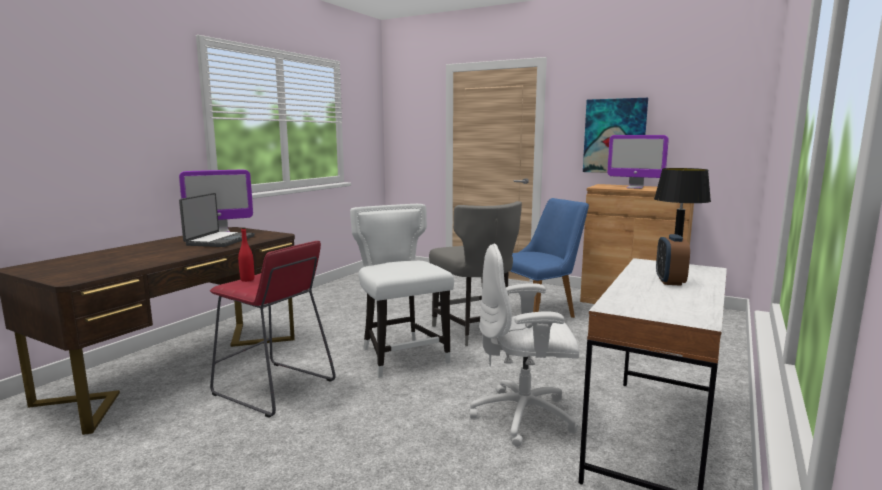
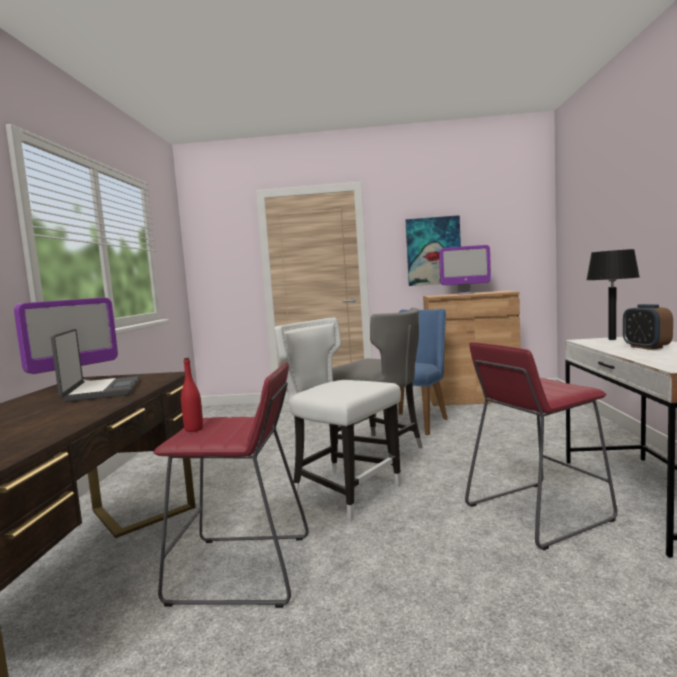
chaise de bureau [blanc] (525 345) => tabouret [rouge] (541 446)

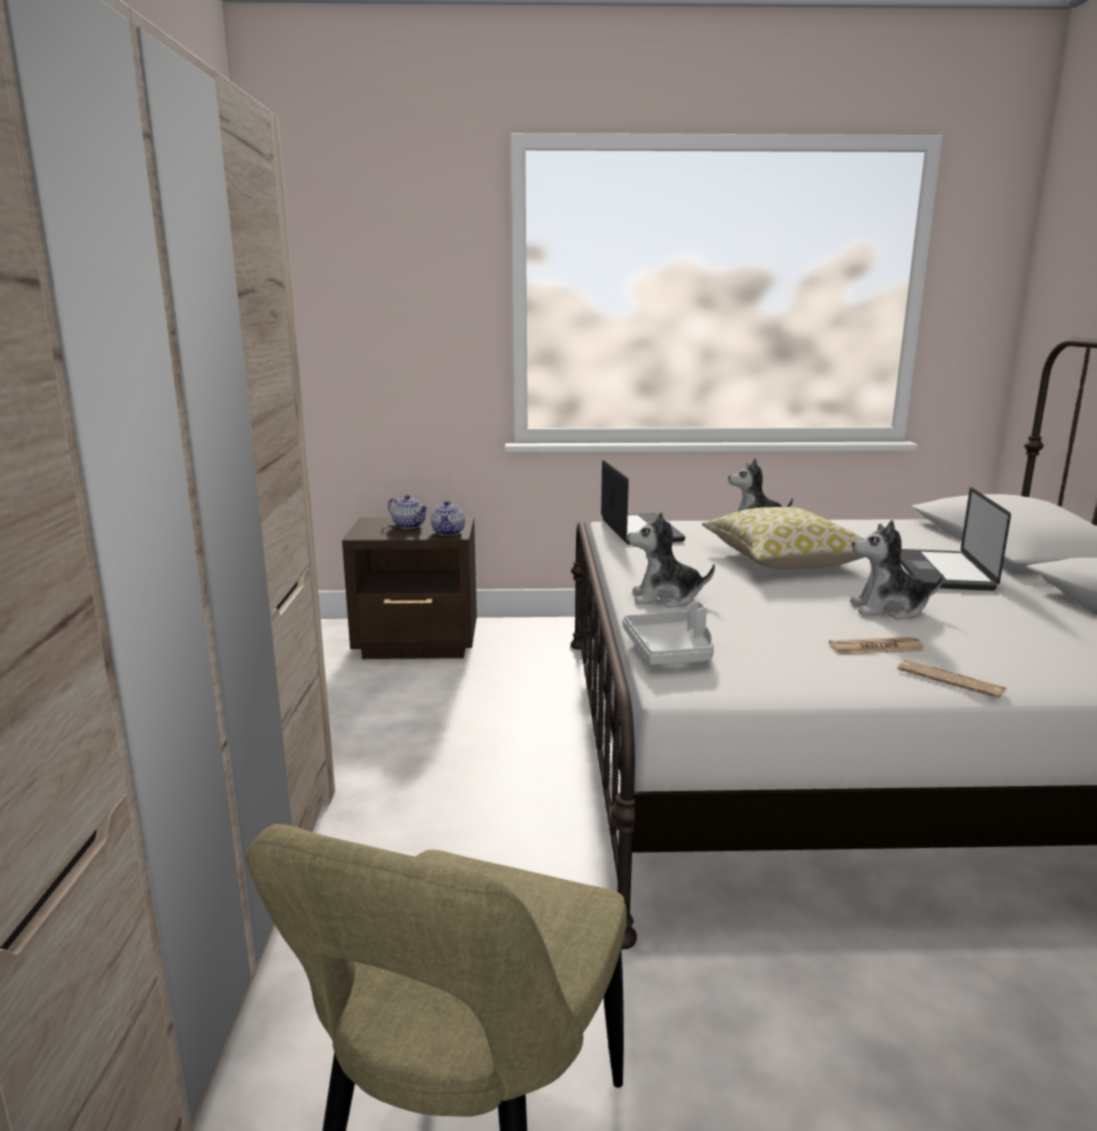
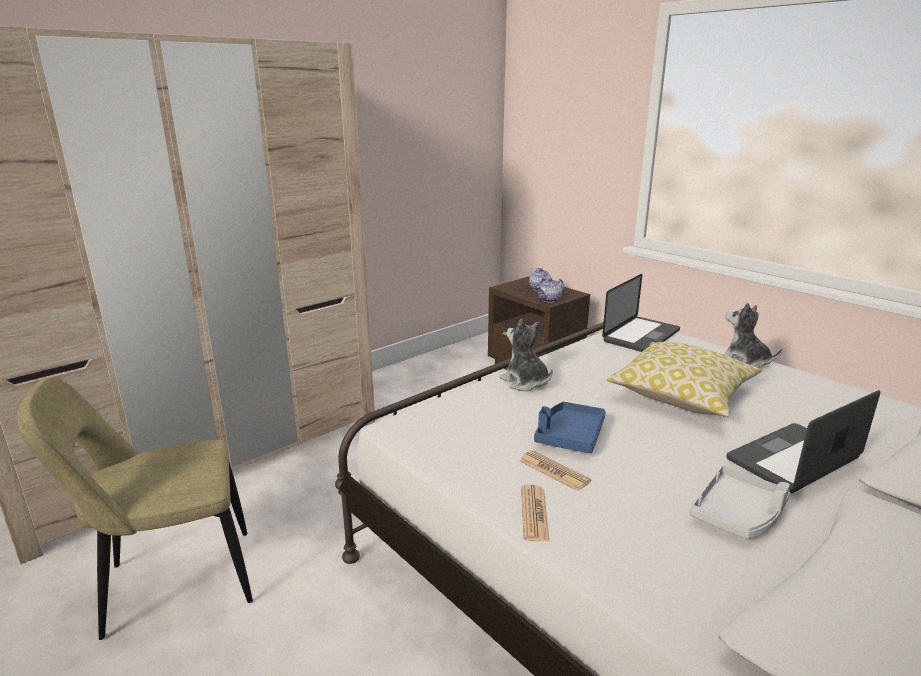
nothing => plateau [bleu] (570 427)
plateau [gris] (668 633) => plateau [gris] (740 502), relocated
peluche (897 570) => nothing

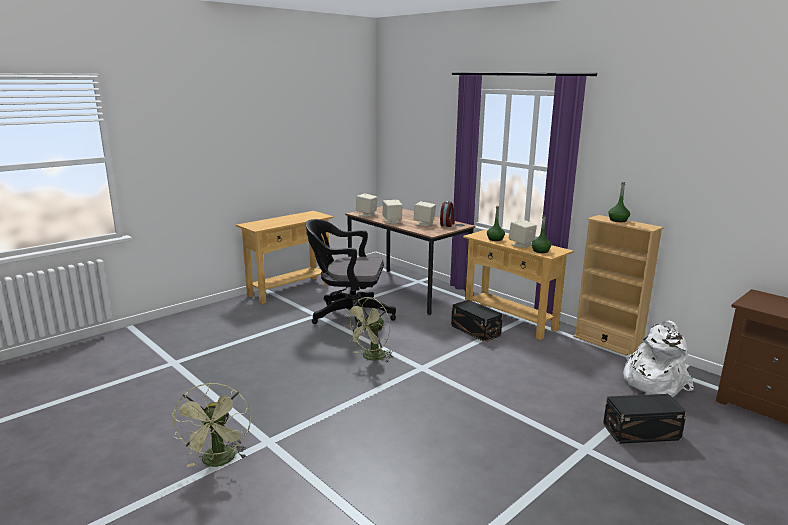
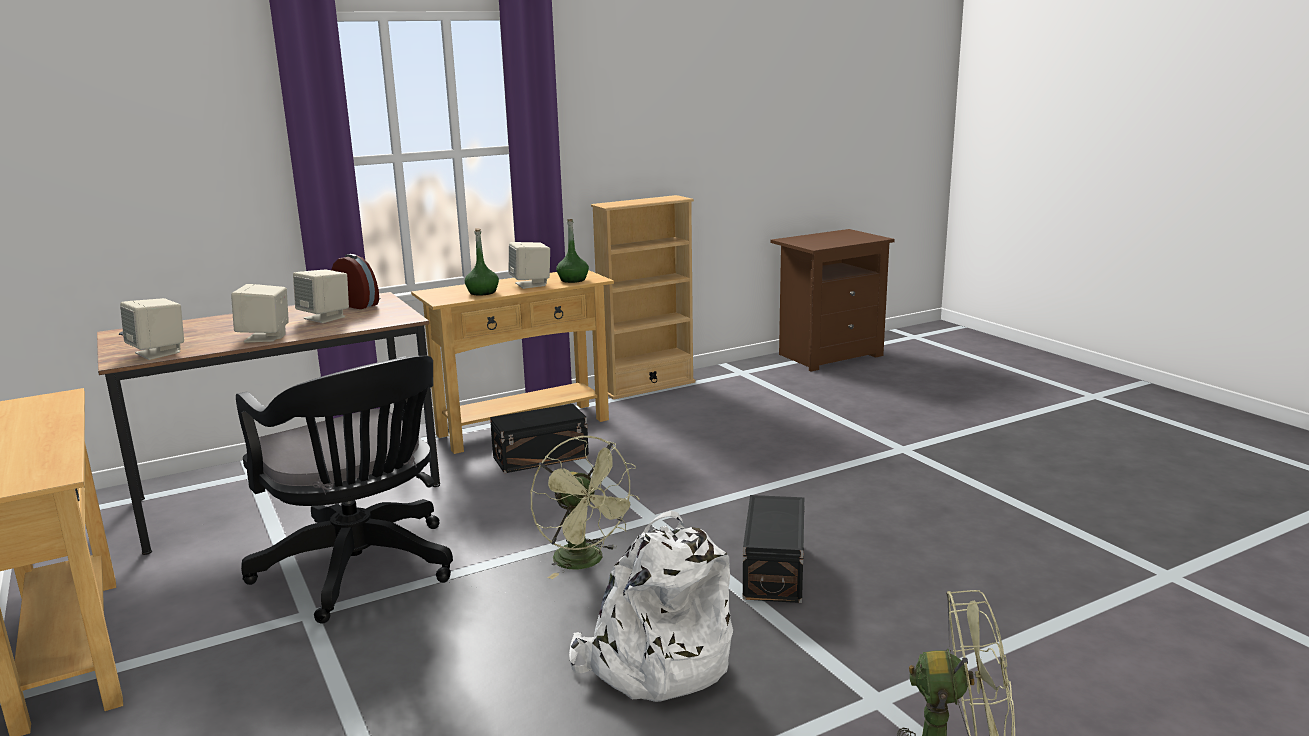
chaise de bureau [noir] (350 276) => chaise de bureau [noir] (344 489), 60 degrees counterclockwise
sac à dos [blanc] (658 359) => sac à dos [blanc] (651 606), relocated
boîte de rangement [noir] (645 419) => boîte de rangement [noir] (773 549), relocated
bouteille [vert] (619 202) => nothing

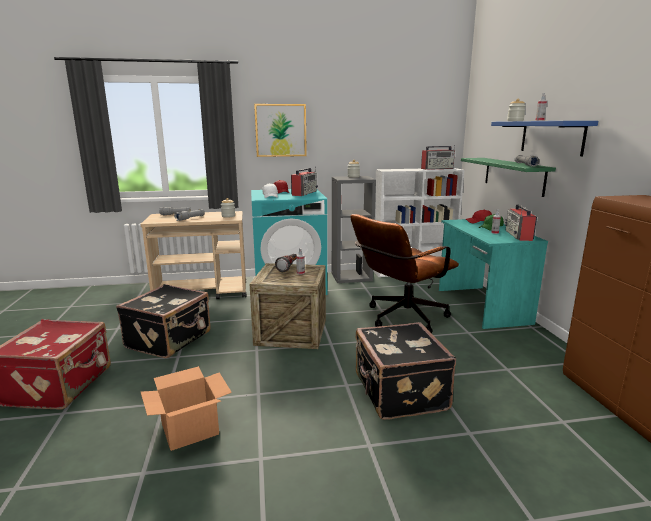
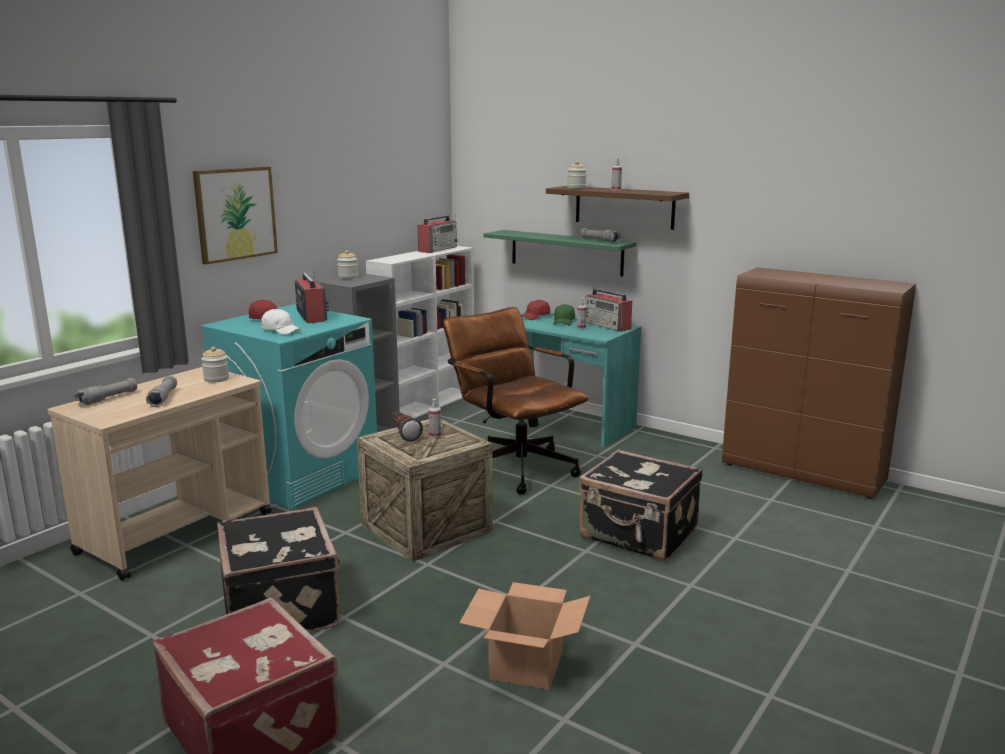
chaise de bureau [marron] (404 273) => chaise de bureau [marron] (515 400), 135 degrees clockwise
étagère [bleu] (544 138) => étagère [marron] (617 208)

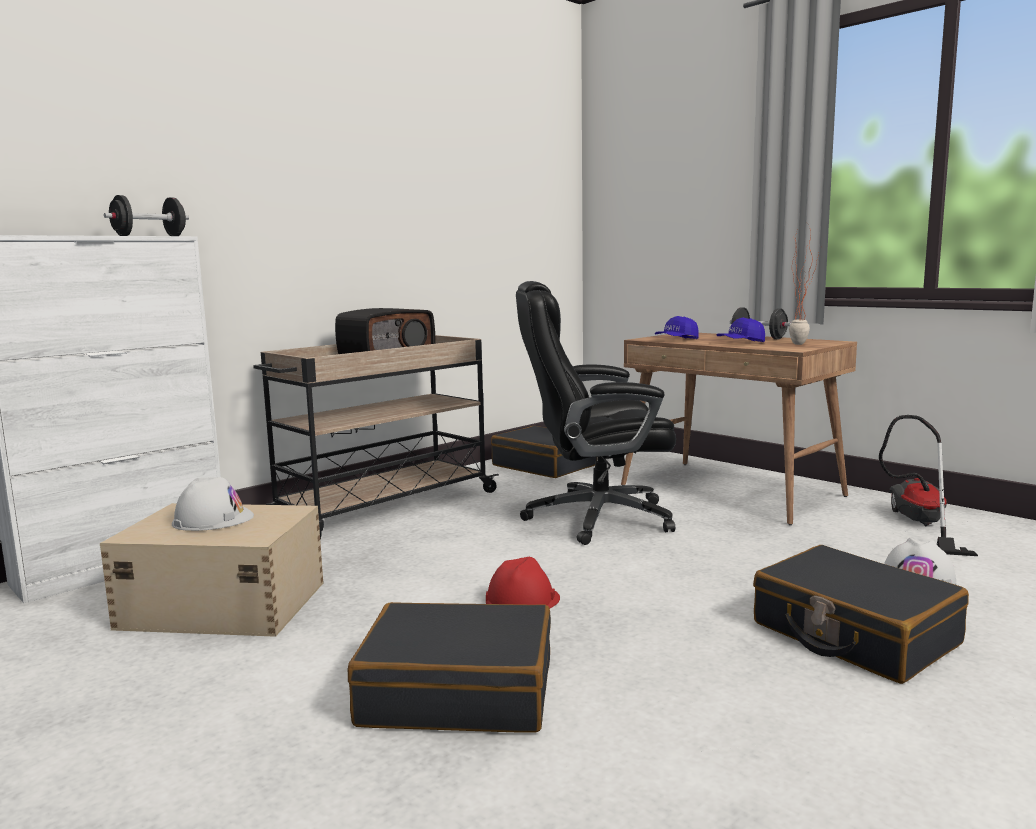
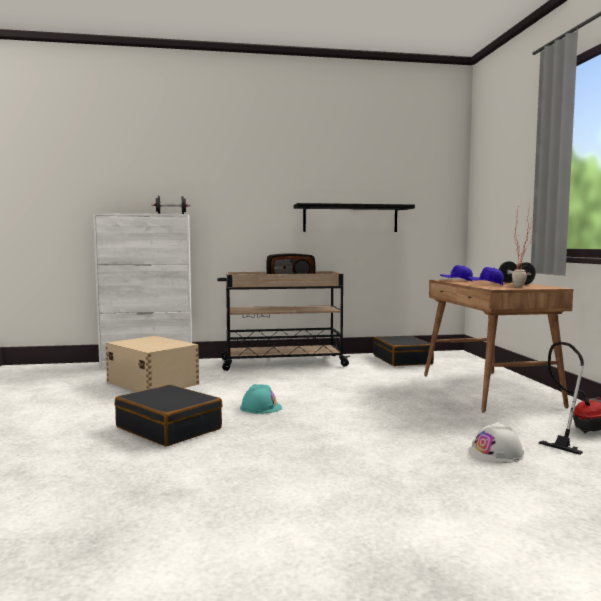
casque de chantier [rouge] (523 582) => casque de chantier [turquoise] (261 399)
nothing => étagère [noir] (354 217)
casque de chantier [blanc] (213 504) => nothing
chaise de bureau [noir] (596 413) => nothing
valise [noir] (861 614) => nothing

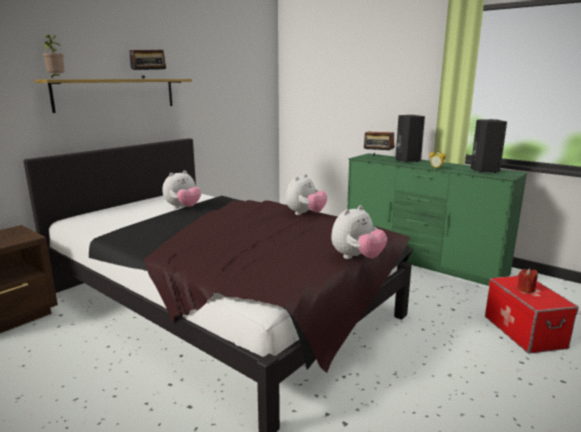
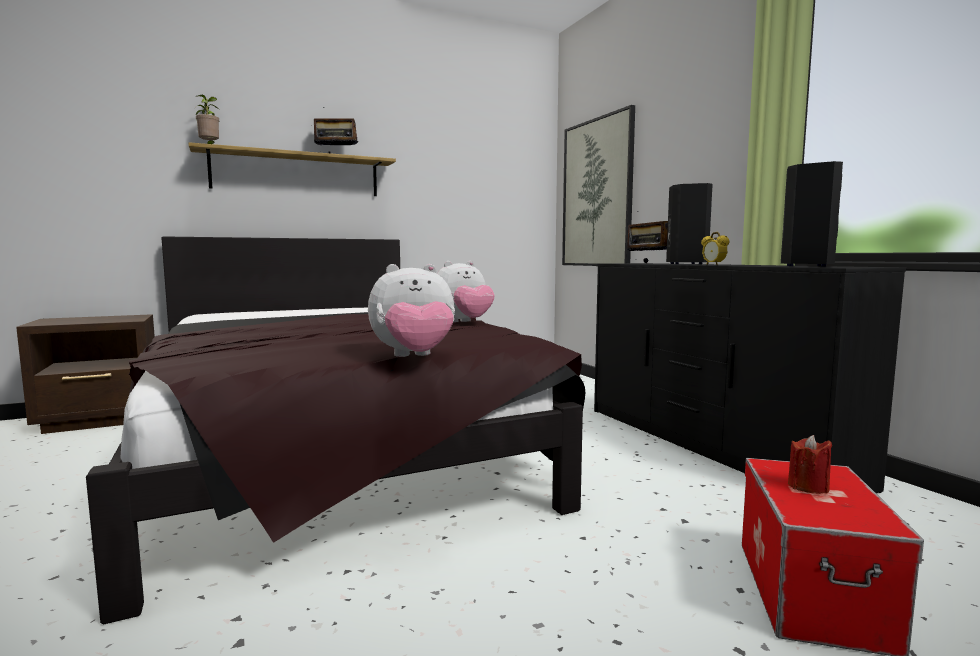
nothing => tableau (598 185)
commode [vert] (437 220) => commode [noir] (750 378)
peluche (181 189) => nothing

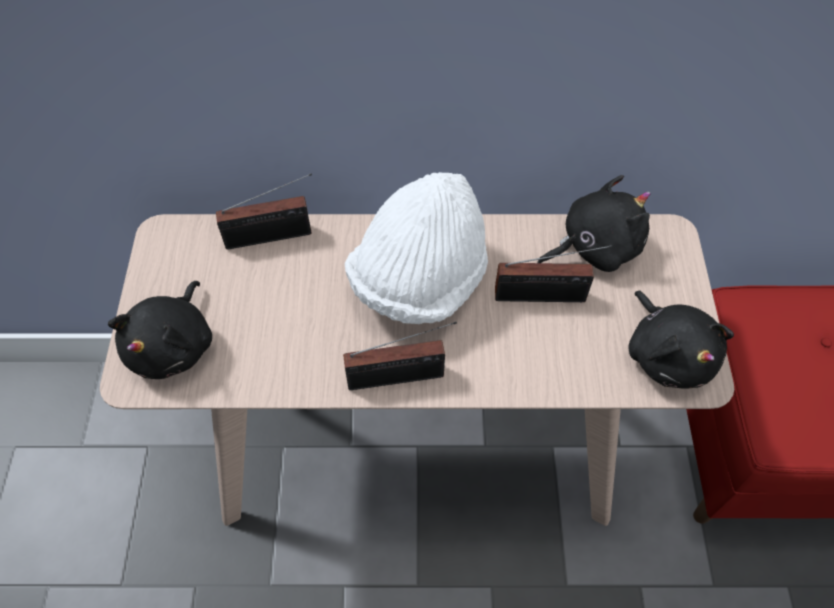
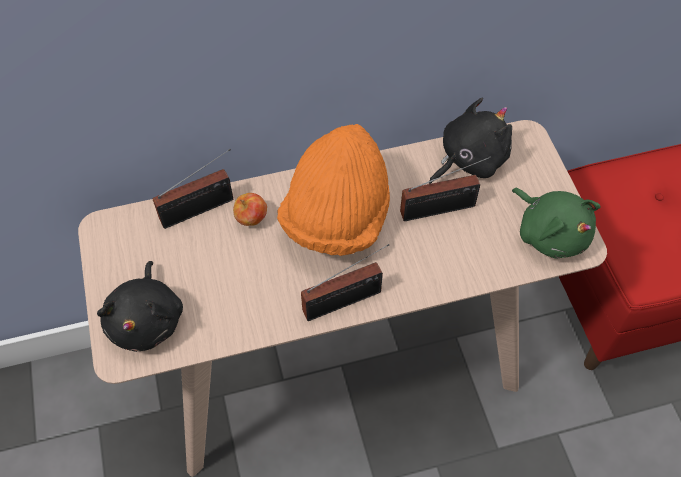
nothing => pomme (250 209)
chapeau [blanc] (416 248) => chapeau [orange] (333 190)
peluche [noir] (681 339) => peluche [vert] (556 223)

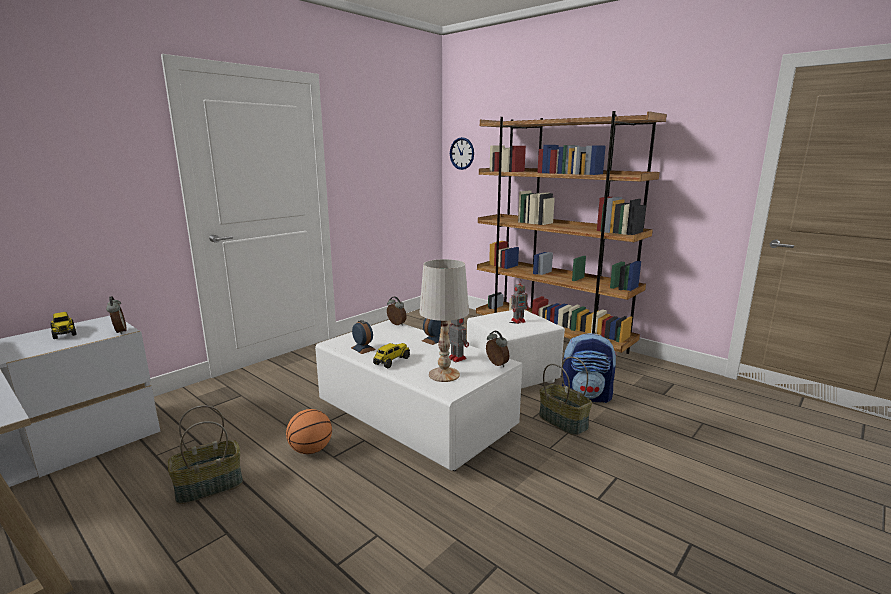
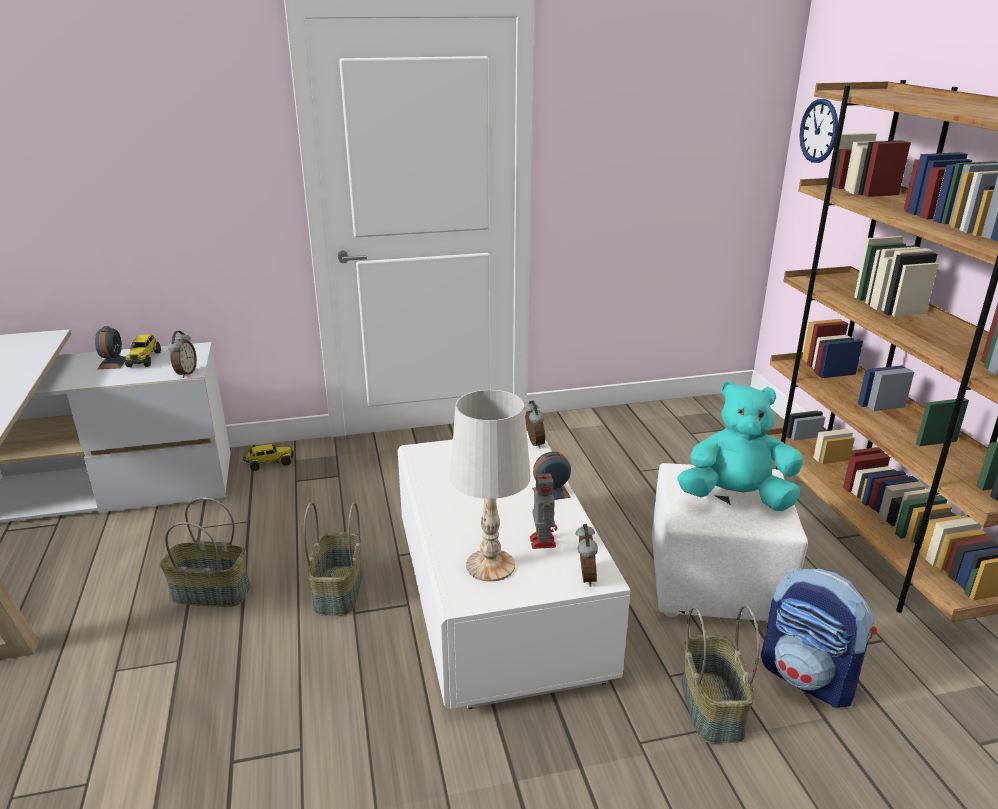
réveil (363 337) => réveil (110 347), relocated
camion jouet (391 355) => camion jouet (268 457), relocated
ballon de basket (309 431) => panier (332 559)
robot jouet (520 302) => peluche [turquoise] (740 446)

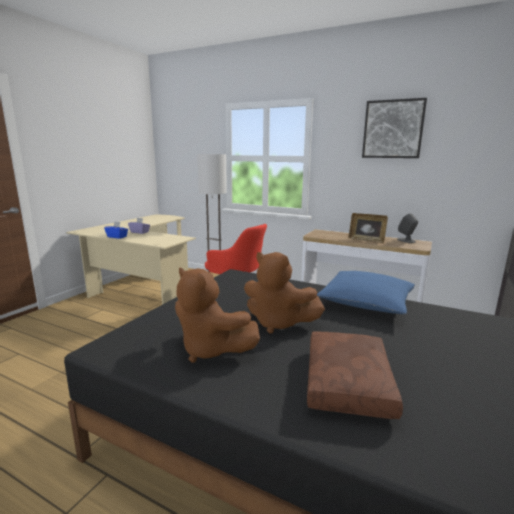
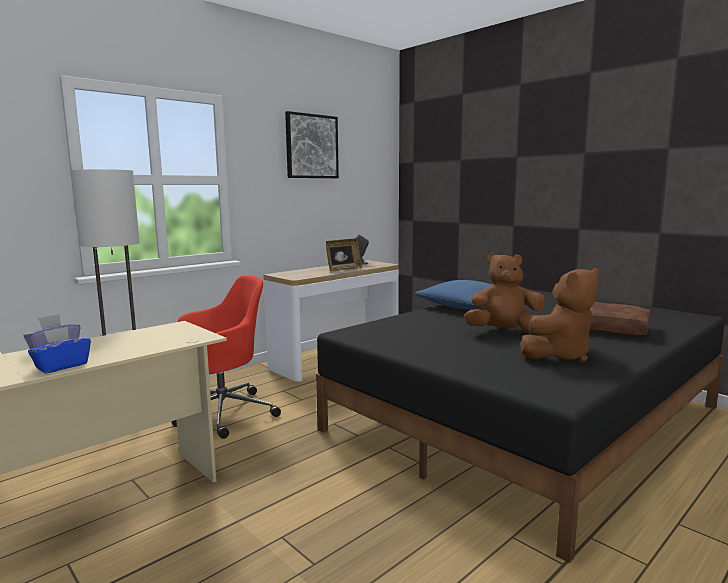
peluche [marron] (284 293) => peluche [marron] (504 293), 135 degrees counterclockwise

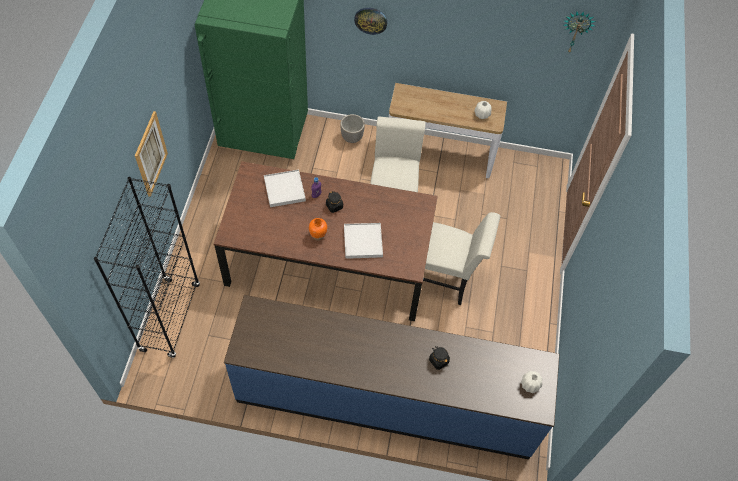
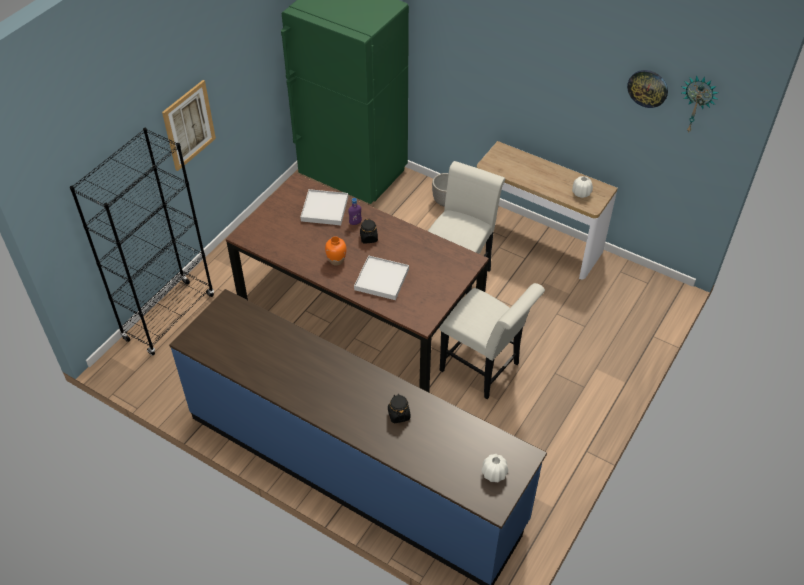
horloge murale (370 21) => horloge murale (647 89), relocated

